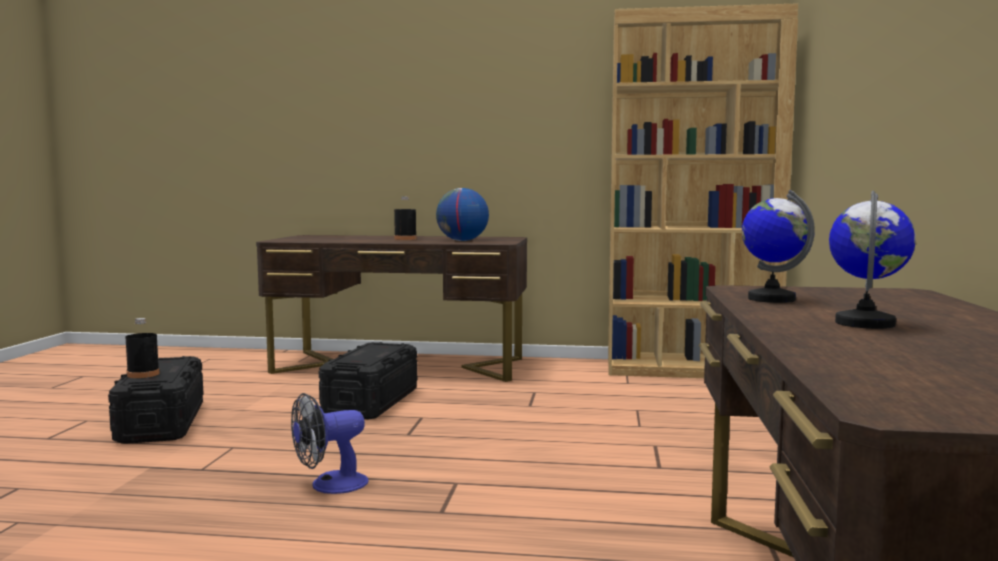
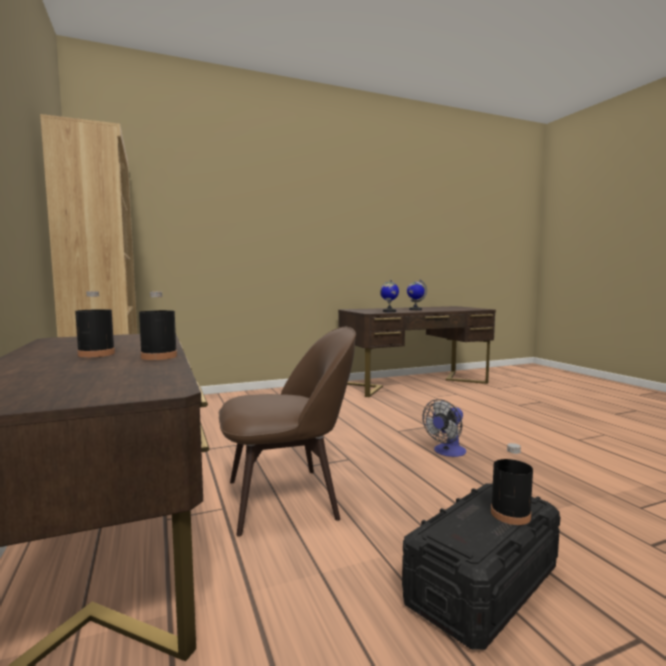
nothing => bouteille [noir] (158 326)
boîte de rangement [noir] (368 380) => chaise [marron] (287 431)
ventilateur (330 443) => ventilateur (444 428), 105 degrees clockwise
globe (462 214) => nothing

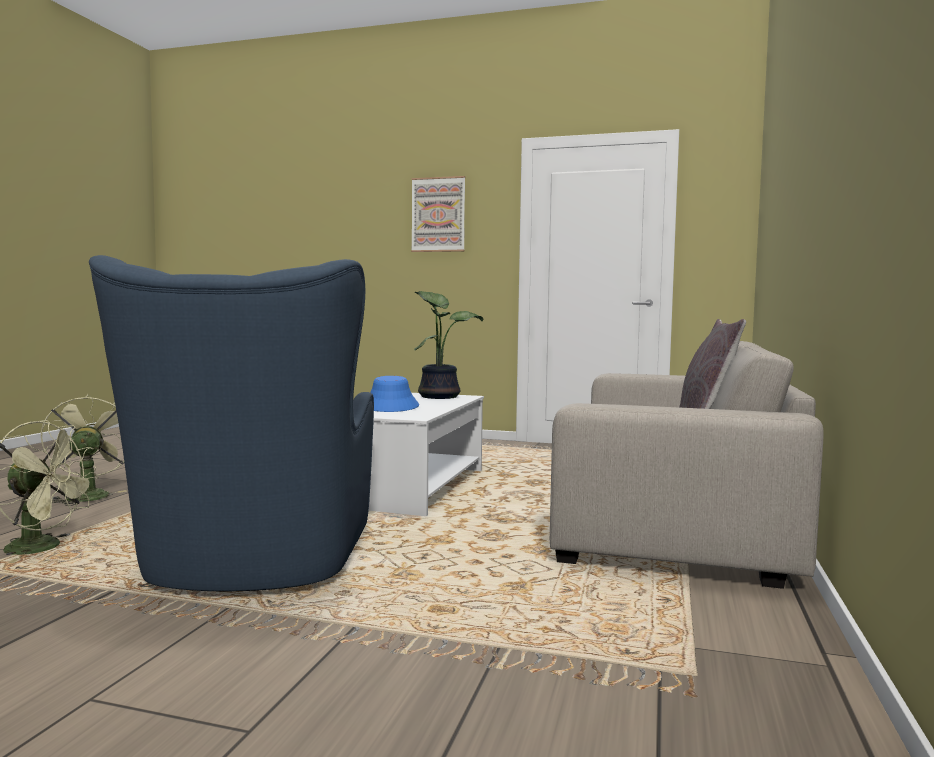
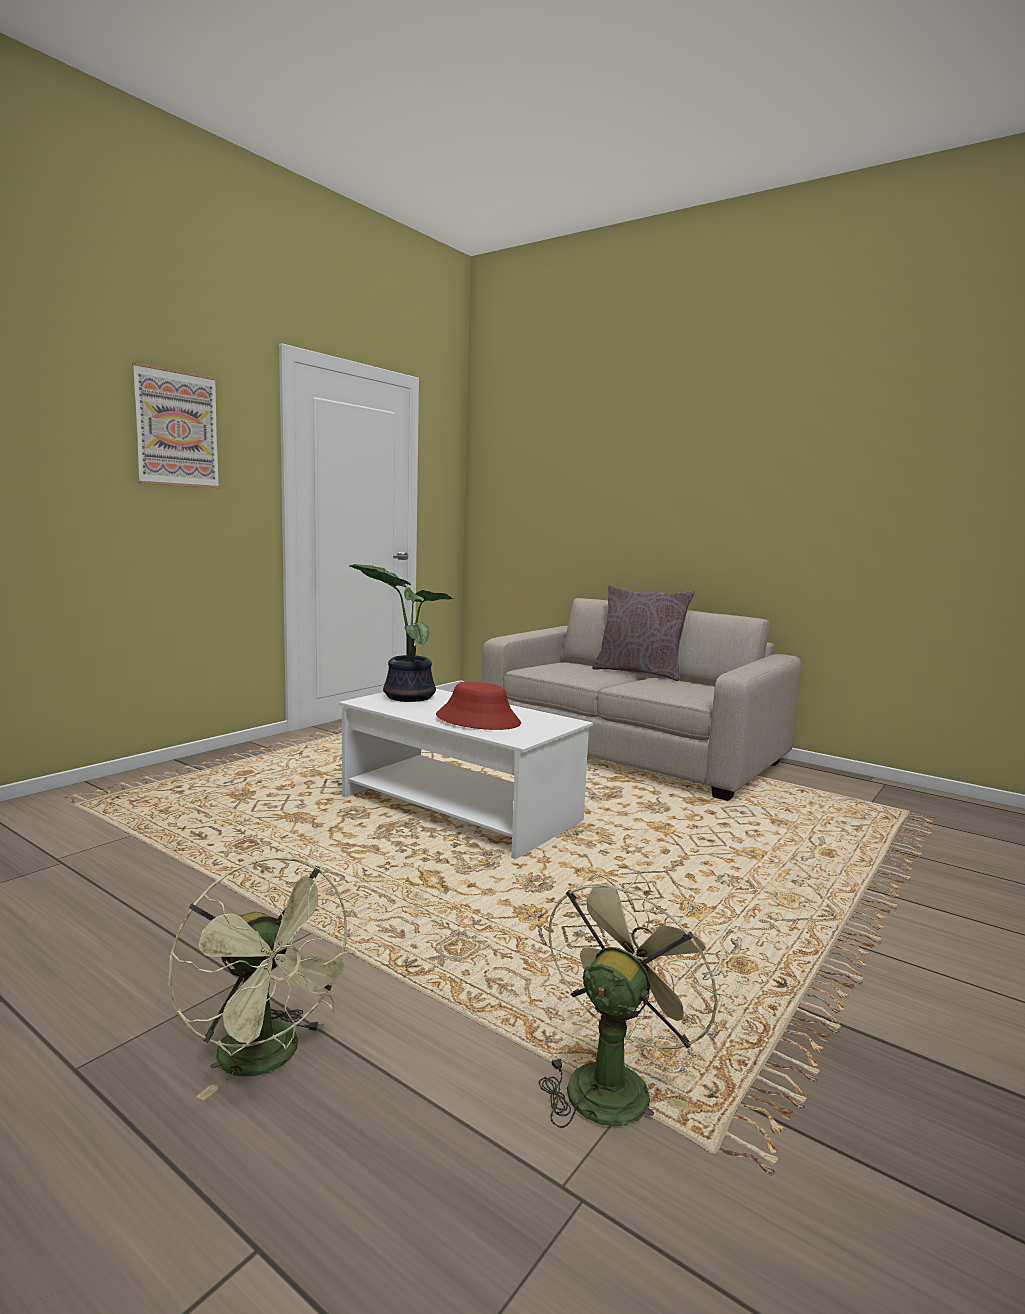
ventilateur [vert] (84 450) => ventilateur [vert] (263 978), 135 degrees counterclockwise
chapeau [bleu] (394 394) => chapeau [rouge] (478 705)
fauteuil [bleu] (231 423) => nothing

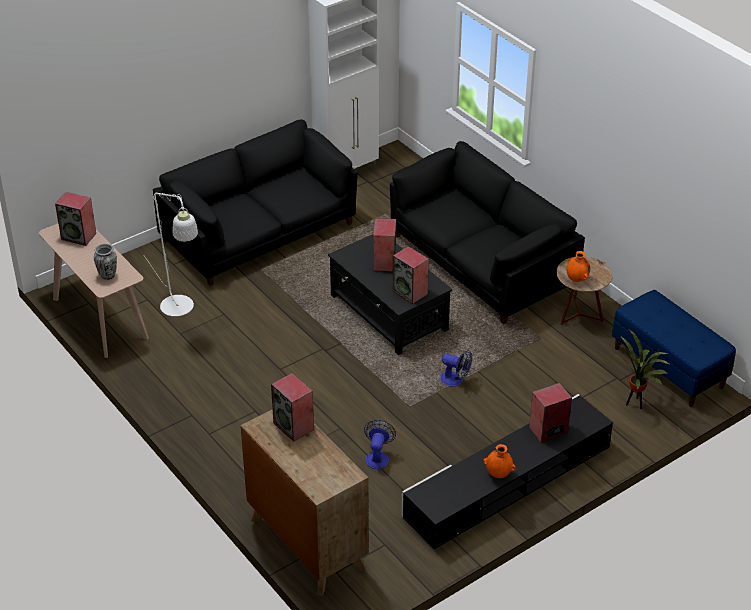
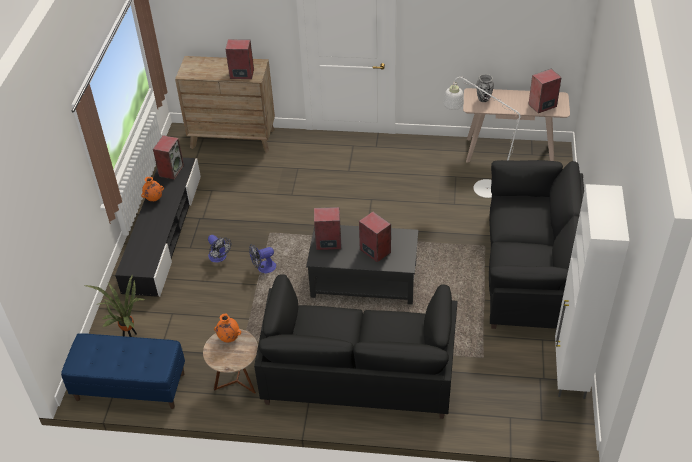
enceinte (550 413) => enceinte (168 157), relocated
ventilateur (380 444) => ventilateur (219 249), relocated

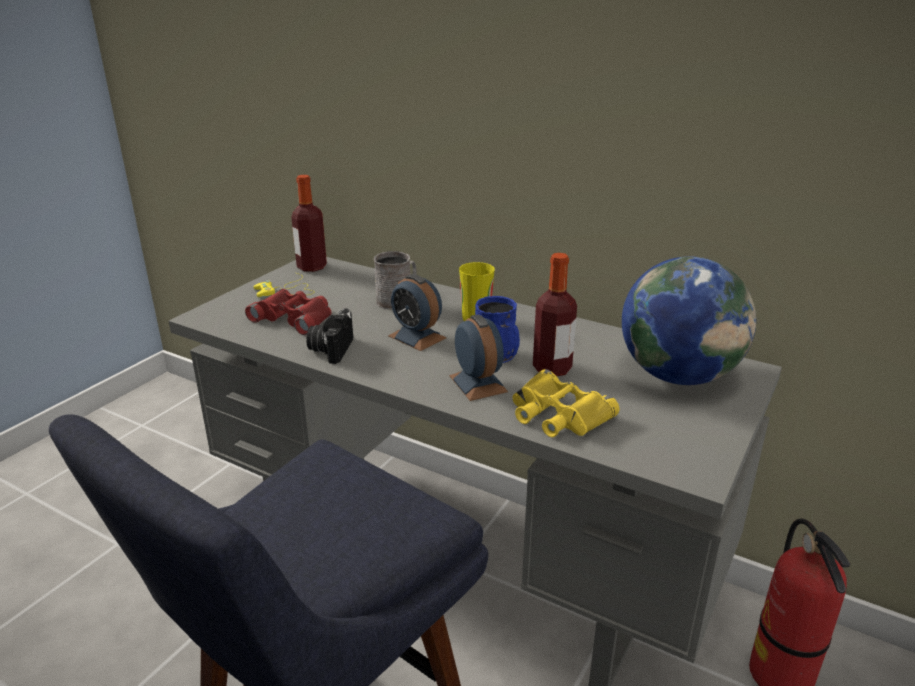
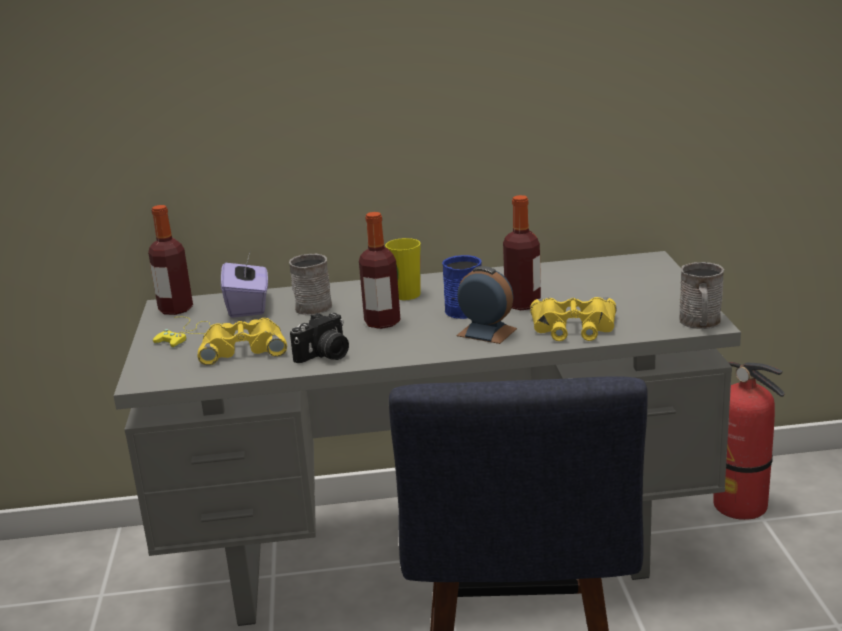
jumelles [rouge] (288 312) => jumelles [jaune] (242 341)
nothing => boîte à mouchoirs [violet] (244 285)
appareil photo (330 336) => appareil photo (319 338), 105 degrees counterclockwise
réveil (417 312) => bouteille (380 270)
nothing => mug [gris] (701 295)
globe (689 320) => nothing

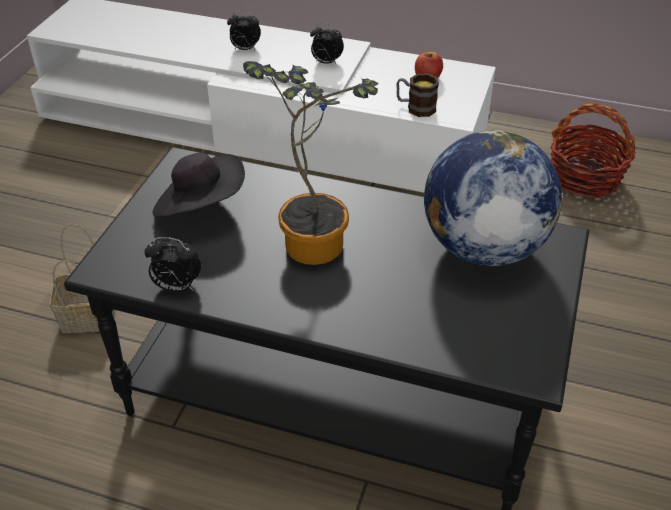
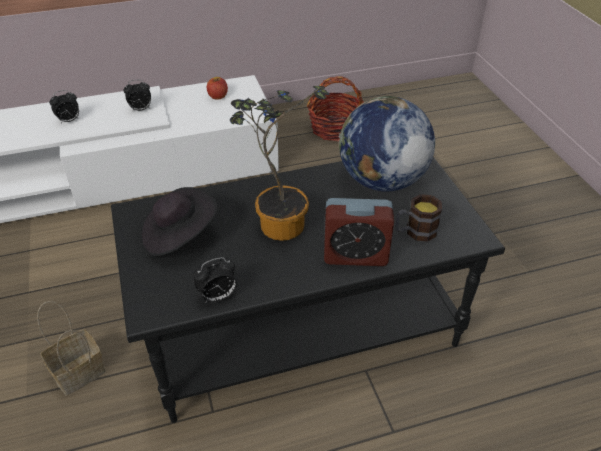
nothing => réveil (359 232)
mug (417 95) => mug (418 217), relocated

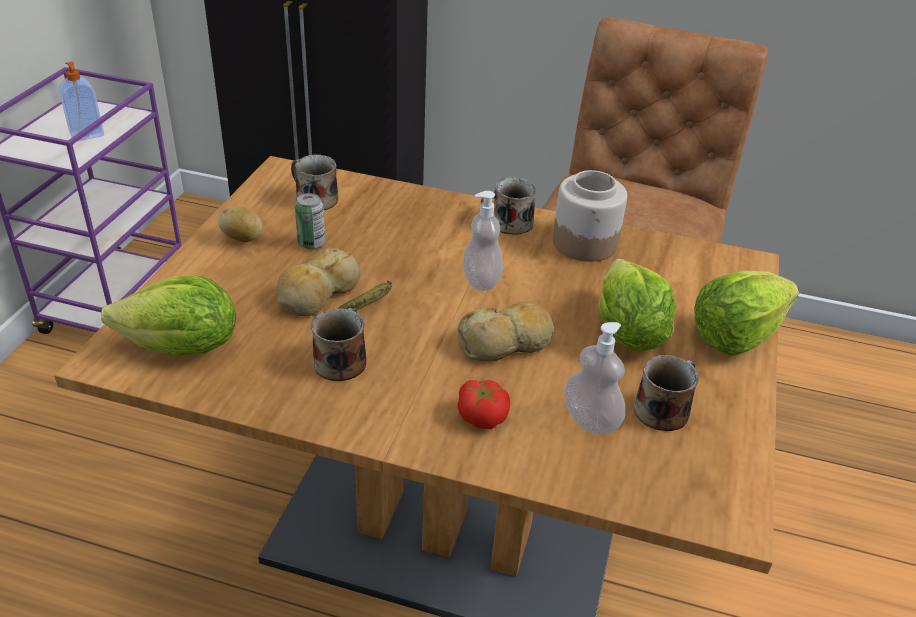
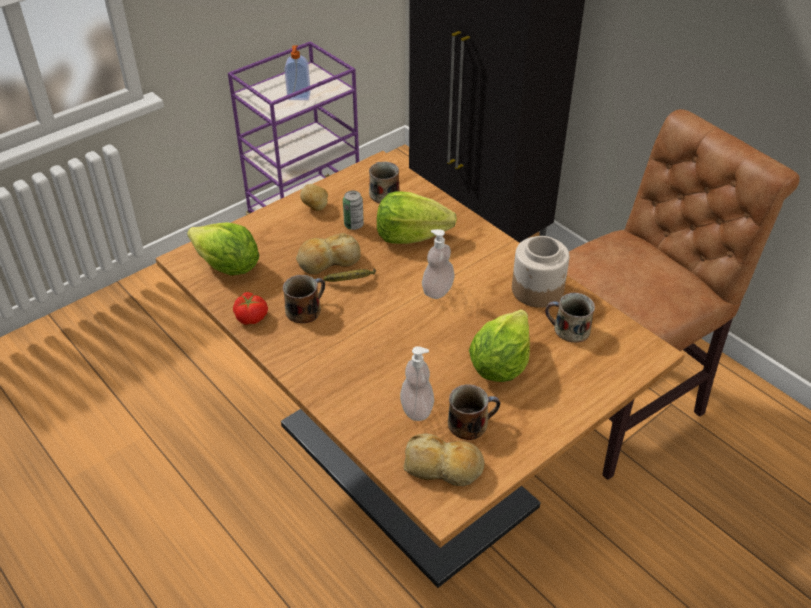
tomate (483 404) => tomate (250 308), relocated
laitue (746 313) => laitue (417 217), relocated
pain (505 331) => pain (444 459), relocated
mug (509 206) => mug (570 317), relocated

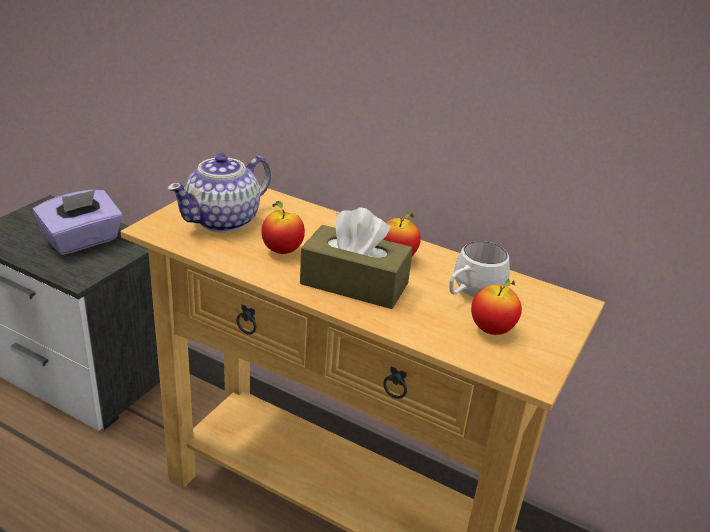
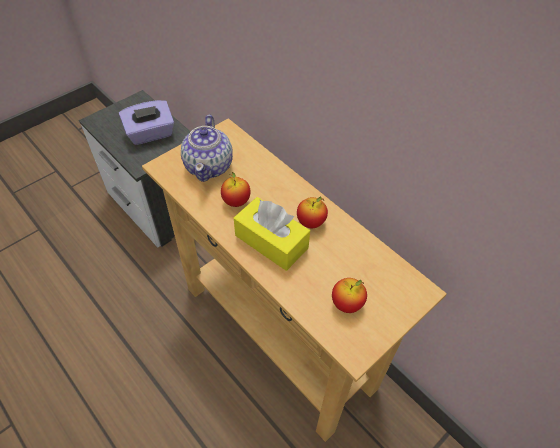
théière (219 193) => théière (207 148), 60 degrees counterclockwise
boîte à mouchoirs [marron] (356 258) => boîte à mouchoirs [jaune] (272 234)
mug [blanc] (479 269) => nothing

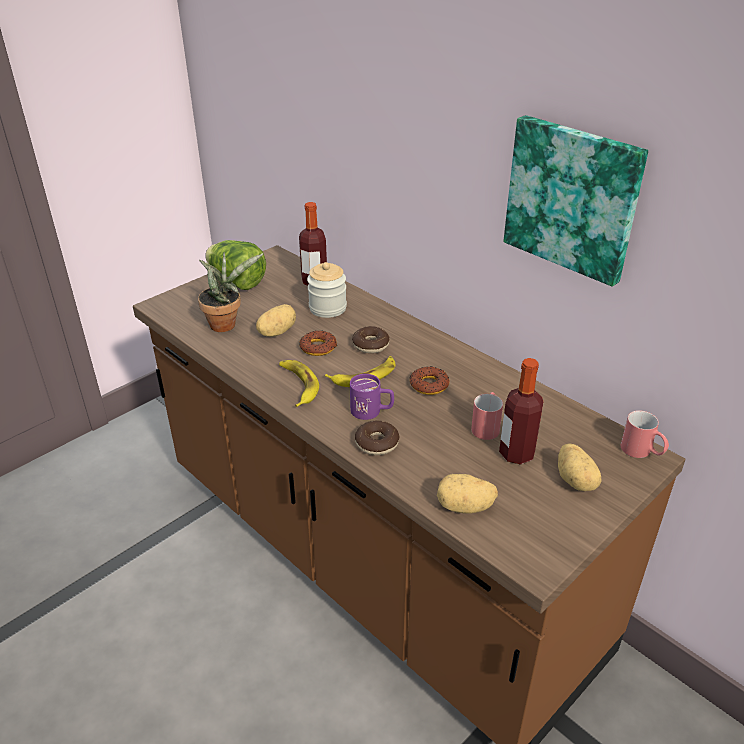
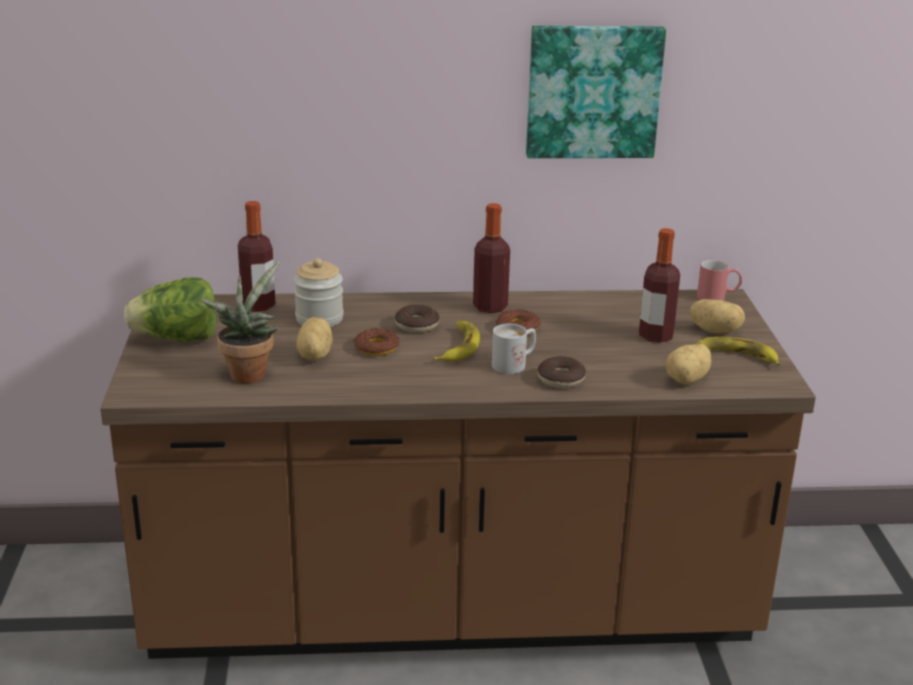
nothing => bouteille (491 258)
mug [violet] (372 397) => mug [blanc] (514 349)
banane (299 383) => banane (738 351), relocated
mug [rouge] (487 416) => nothing

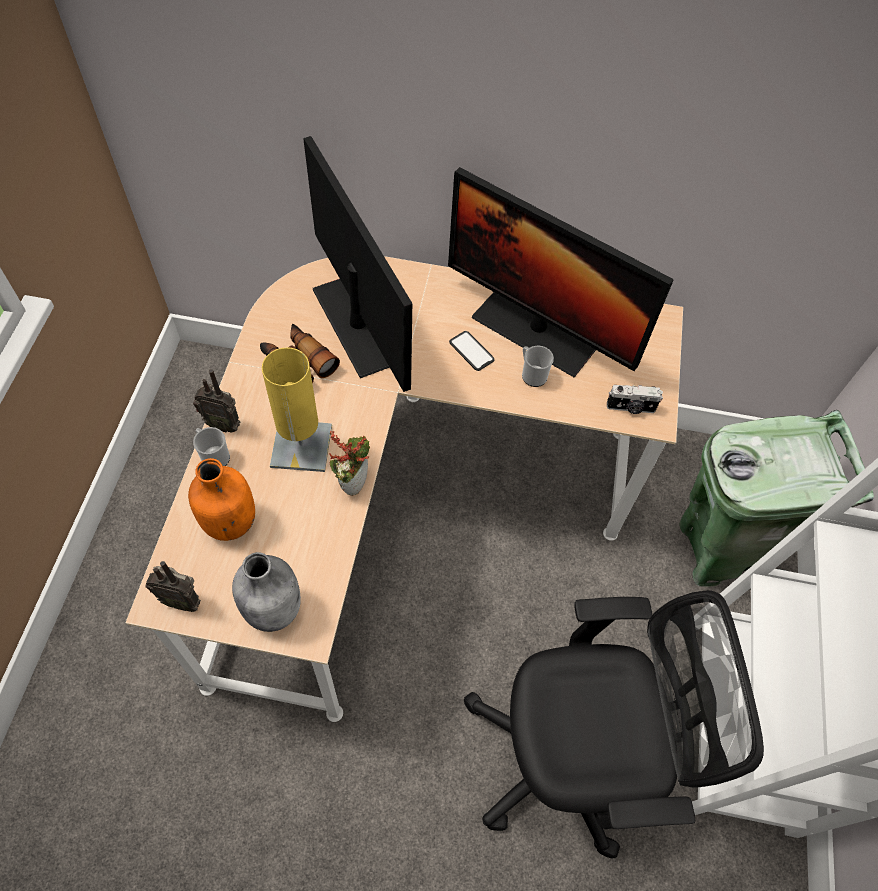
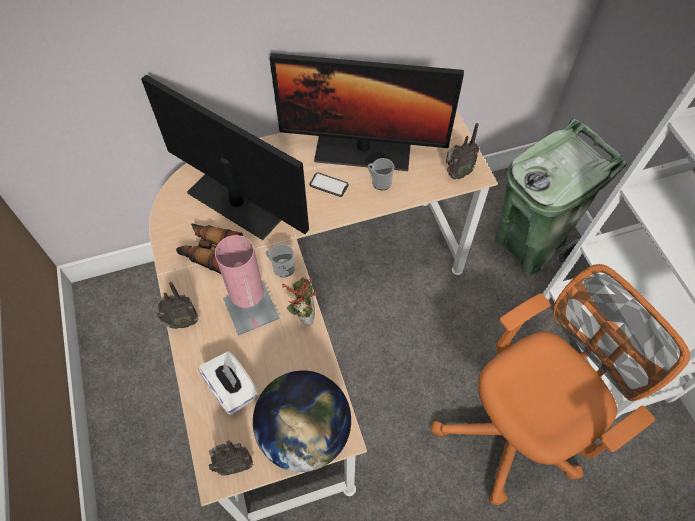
bouteille [orange] (221 499) => boîte à mouchoirs [blanc] (228 383)
lampe de table [jaune] (297 410) => lampe de table [rose] (247 285)
bouteille [gris] (266 592) => globe (302 421)
mug (211 446) => mug (280 260), relocated
chaise de bureau [noir] (614 724) => chaise de bureau [orange] (560 384)
appareil photo (635 399) => radio (463 151)

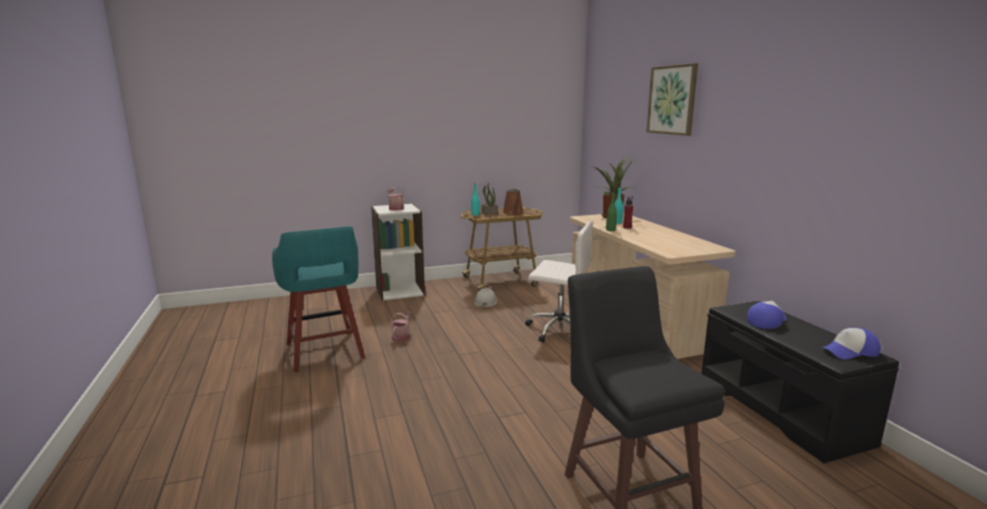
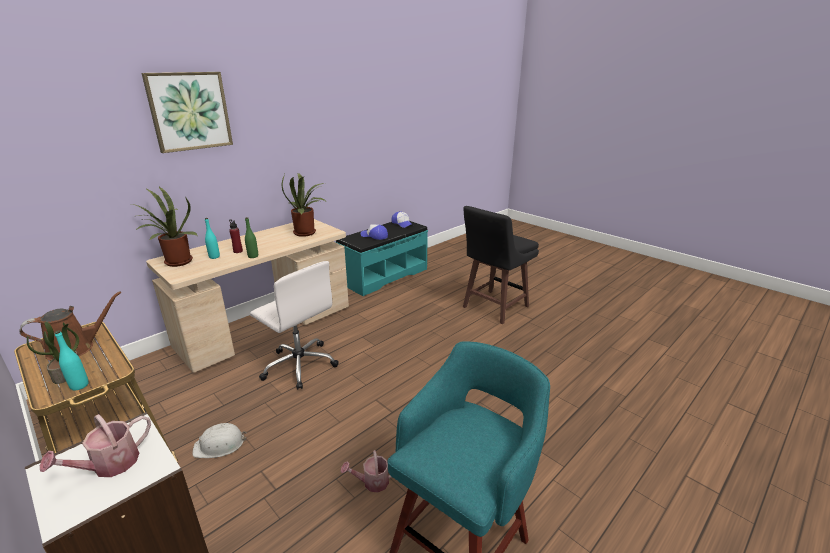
chaise de bureau [blanc] (559 282) => chaise de bureau [blanc] (294 325), 135 degrees clockwise
nothing => plante en pot (303 205)
banc [noir] (800 382) => banc [turquoise] (382 258)

